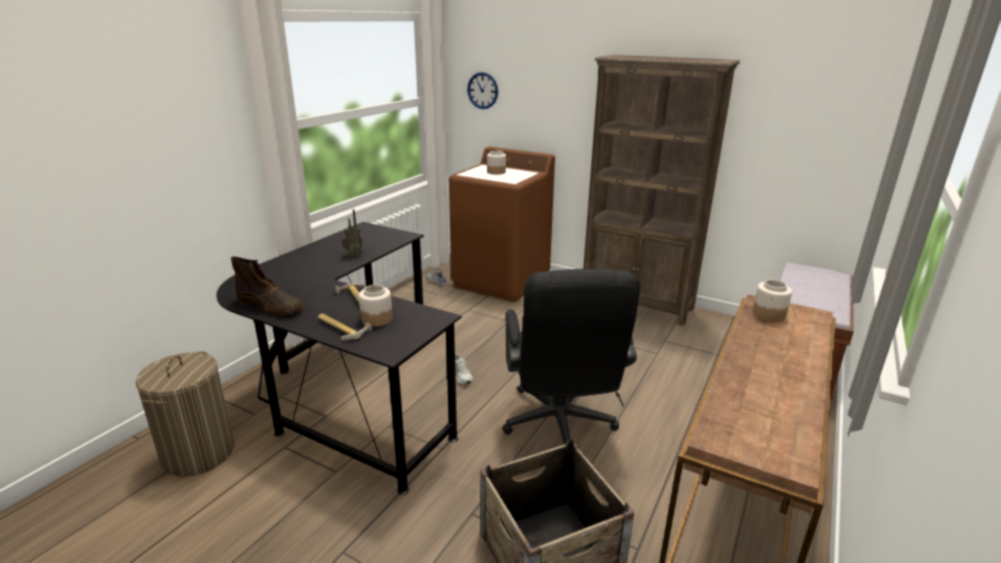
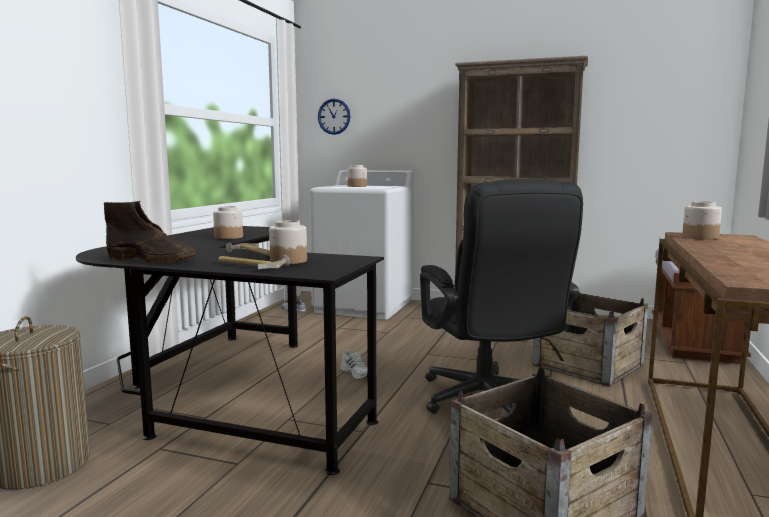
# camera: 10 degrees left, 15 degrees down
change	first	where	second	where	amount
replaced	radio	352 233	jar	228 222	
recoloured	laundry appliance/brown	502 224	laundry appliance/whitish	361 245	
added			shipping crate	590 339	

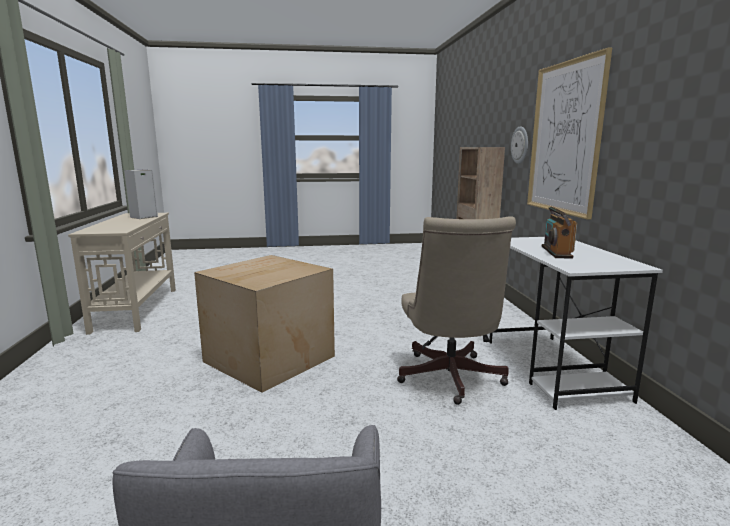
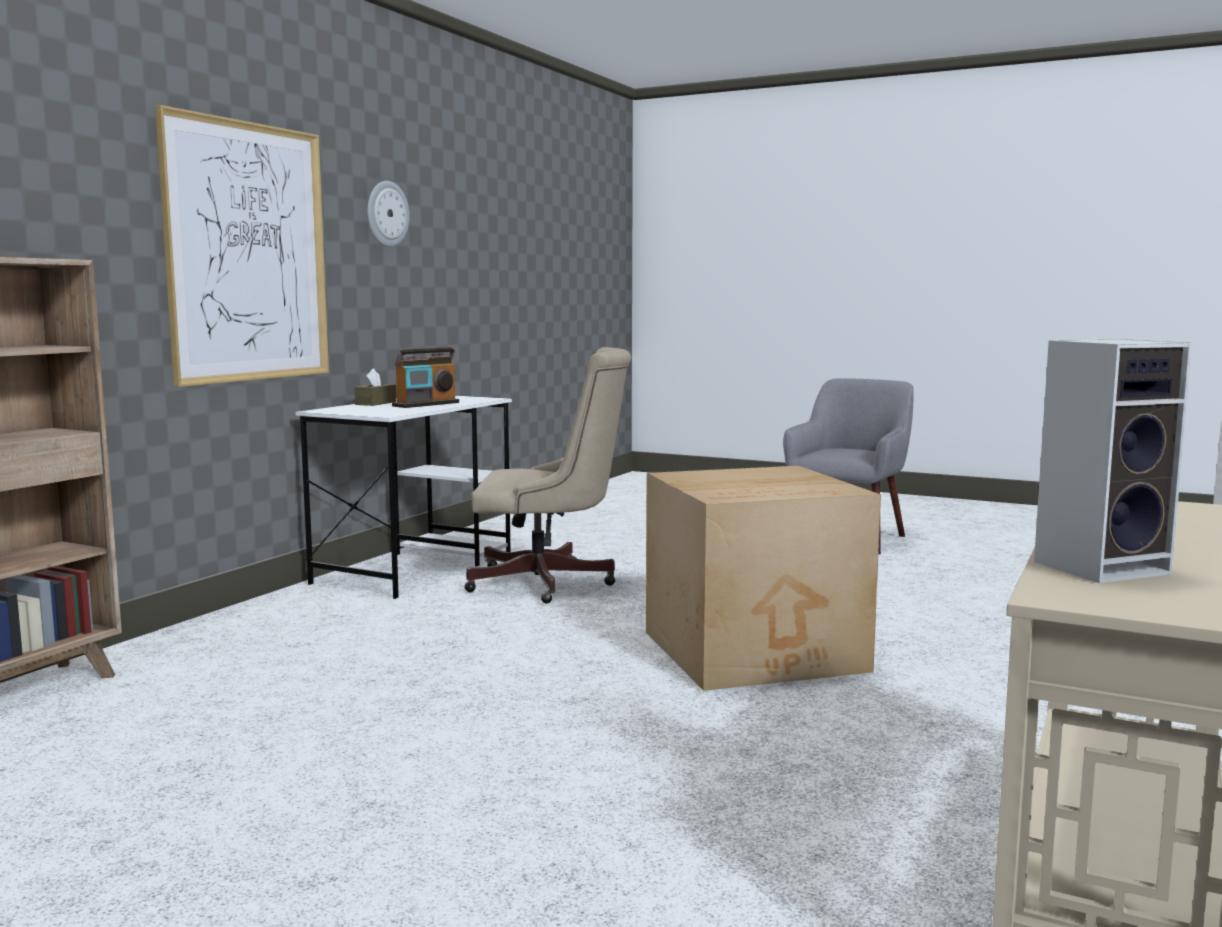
# camera: 145 degrees left, 5 degrees down
change	first	where	second	where	amount
turned	office chair/beige	456 310		547 475	60 degrees clockwise
moved	wall clock	519 145		388 214	
added			tissue holder/brown	376 387	

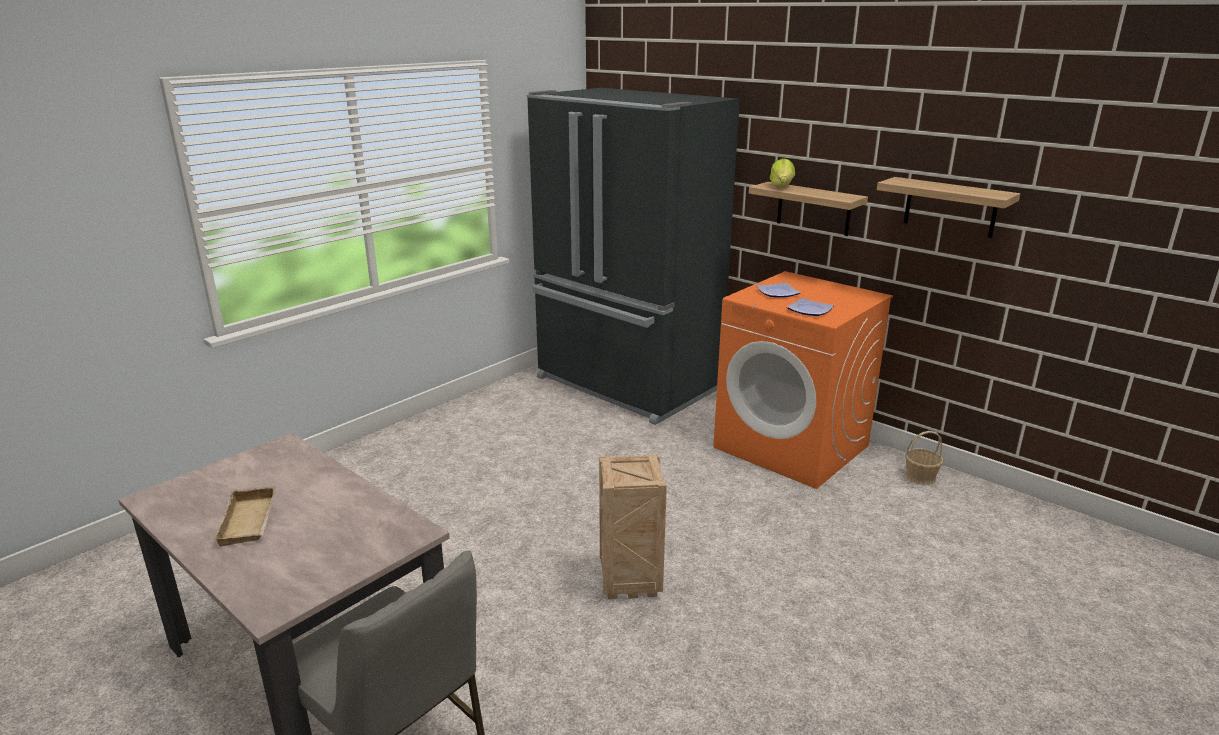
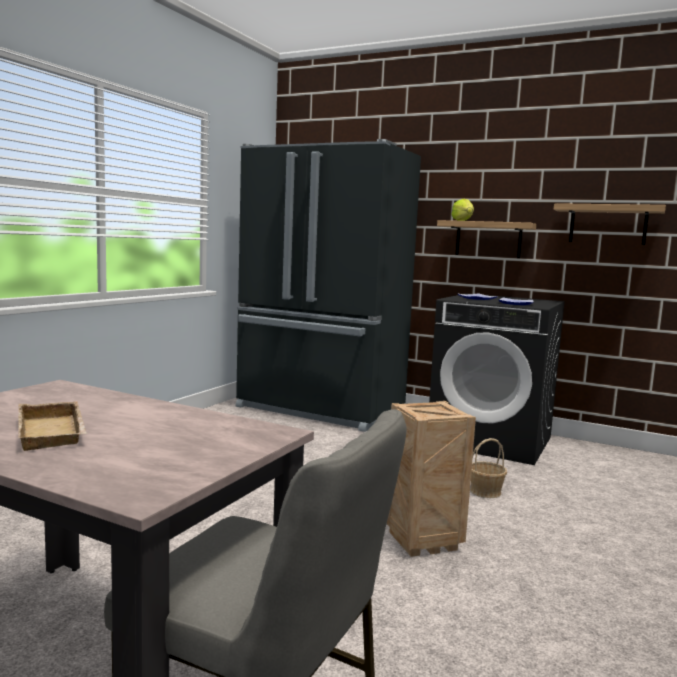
# camera: 15 degrees left, 15 degrees down
change	first	where	second	where	amount
recoloured	laundry appliance/orange-coloured	803 380	laundry appliance/black-coloured	497 380	
moved	storage basket	924 458		488 468	

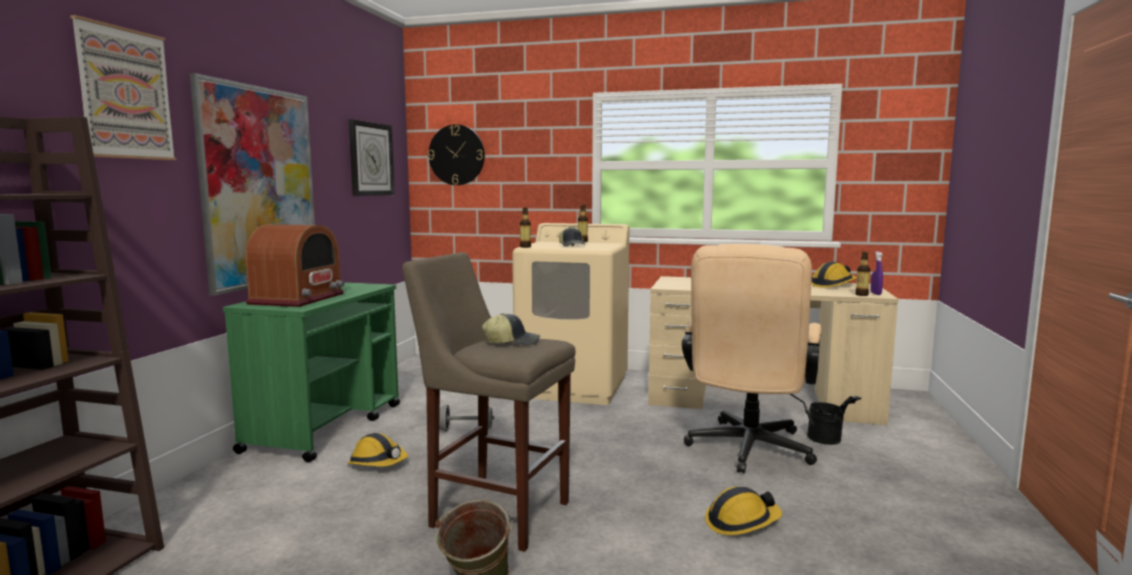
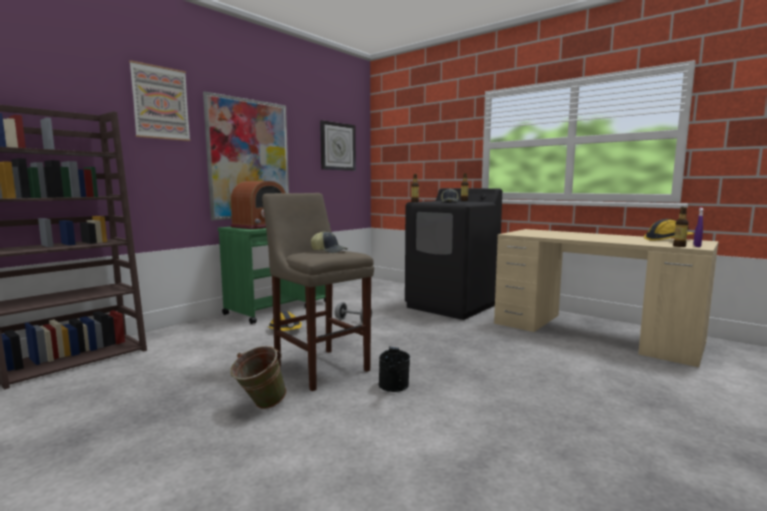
# camera: 25 degrees right, 0 degrees up
change	first	where	second	where	amount
removed	wall clock	456 154			
recoloured	laundry appliance/beige	570 314	laundry appliance/black-coloured	453 254	
removed	office chair/beige	752 359			
removed	work helmet	743 510			
moved	water bucket/black-coloured	834 420		394 369	

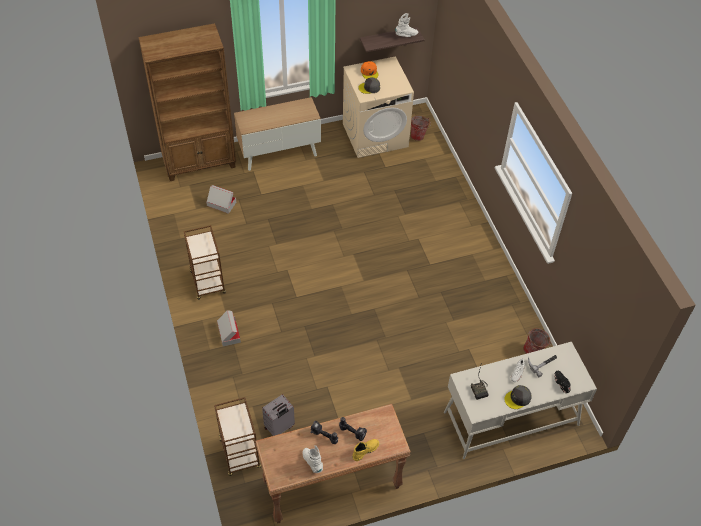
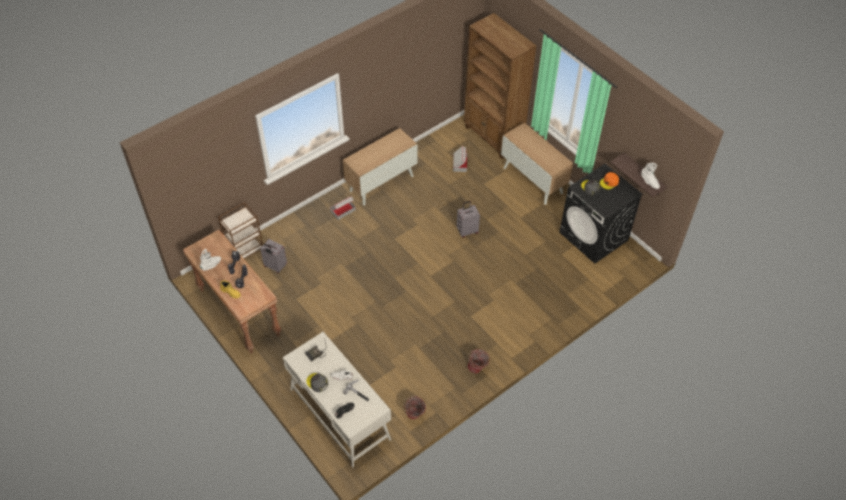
# camera: 70 degrees right, 0 degrees up
change	first	where	second	where	amount
replaced	trolley/brown	205 262	cabinet	380 167	
recoloured	laundry appliance/beige	378 107	laundry appliance/black-coloured	601 214	
moved	water bucket	421 128		479 361	
added			piece of luggage/gray	468 219	

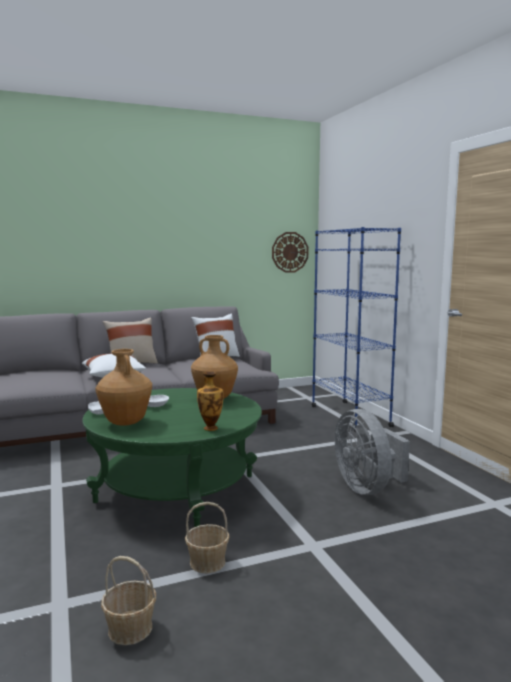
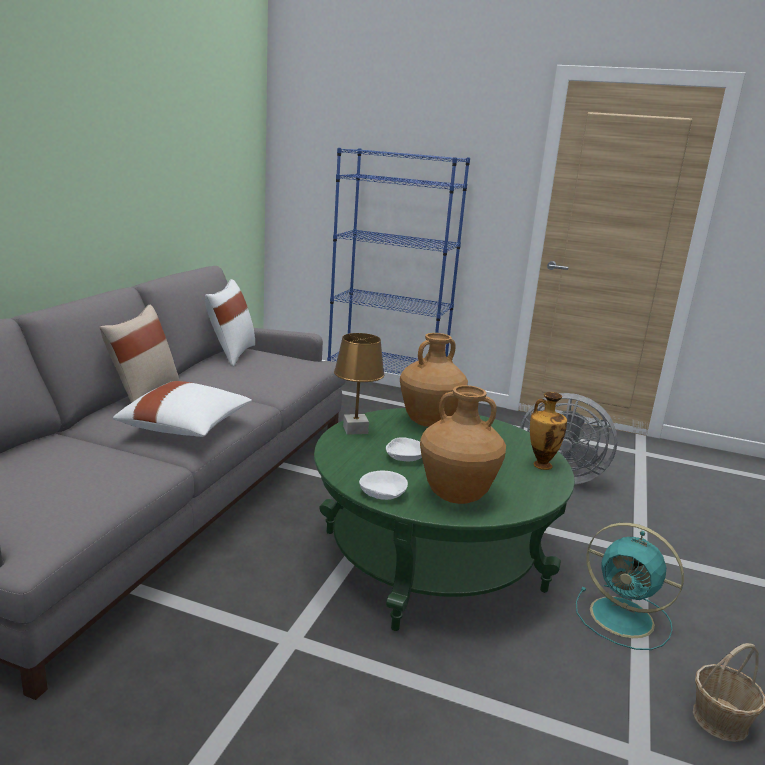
# camera: 50 degrees left, 10 degrees up
change	first	where	second	where	amount
replaced	storage basket	207 537	electric fan/turquoise	630 586	
removed	wall clock	290 252			
added			lamp for a table/brown	359 384	

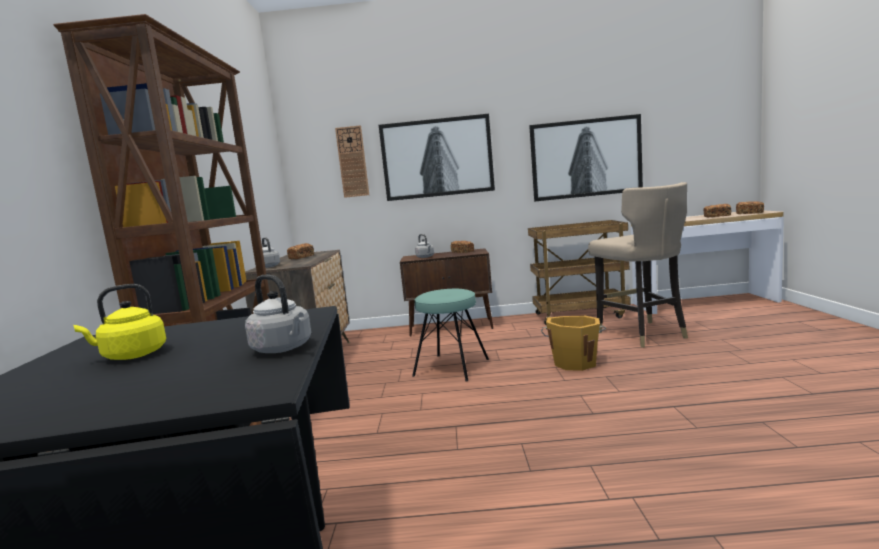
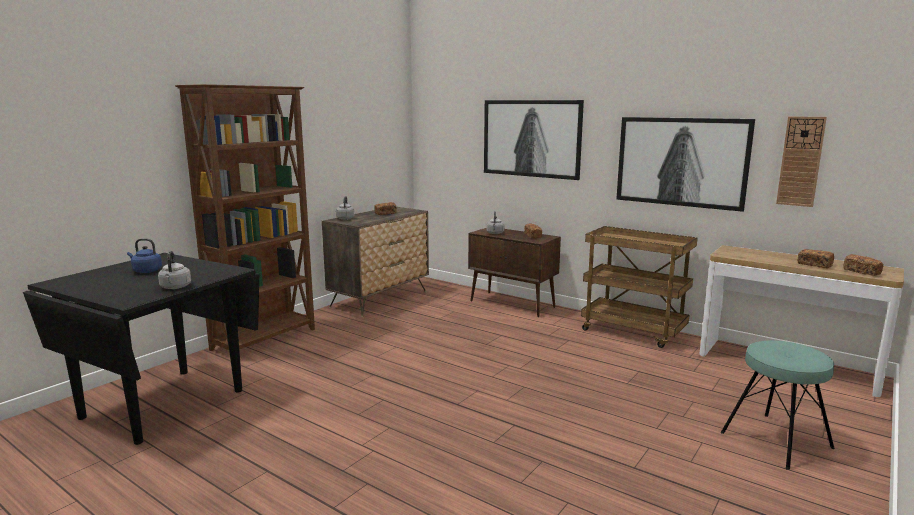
# camera: 35 degrees right, 5 degrees up
change	first	where	second	where	amount
recoloured	tea kettle/yellow-coloured	119 322	tea kettle/blue	144 255	
moved	wall clock	352 161		801 161	
moved	stool/turquoise	450 335		778 405	
removed	water bucket/orange-coloured	574 343			
removed	stool/beige	638 265			

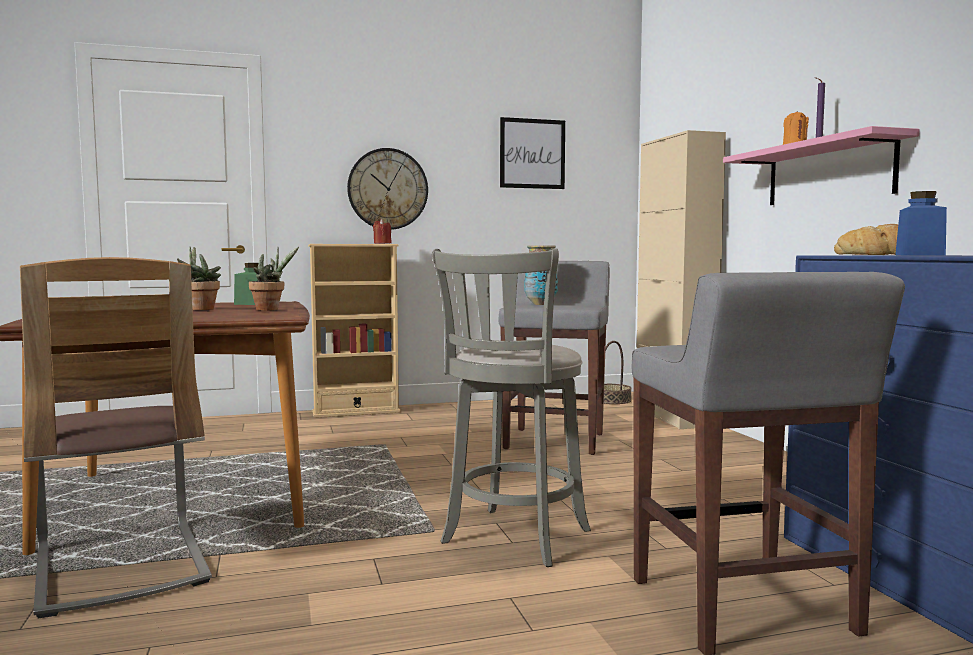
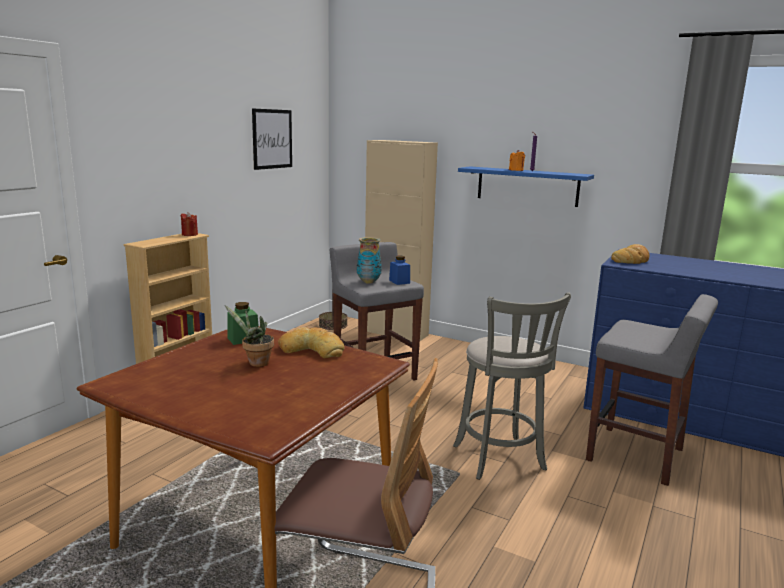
# camera: 45 degrees left, 10 degrees up
change	first	where	second	where	amount
replaced	houseplant	274 278	baked bread	311 342	
removed	wall clock	387 189			
recoloured	shelf/pinkish	821 165	shelf/blue	526 186	
moved	jar/blue	921 223		399 270	

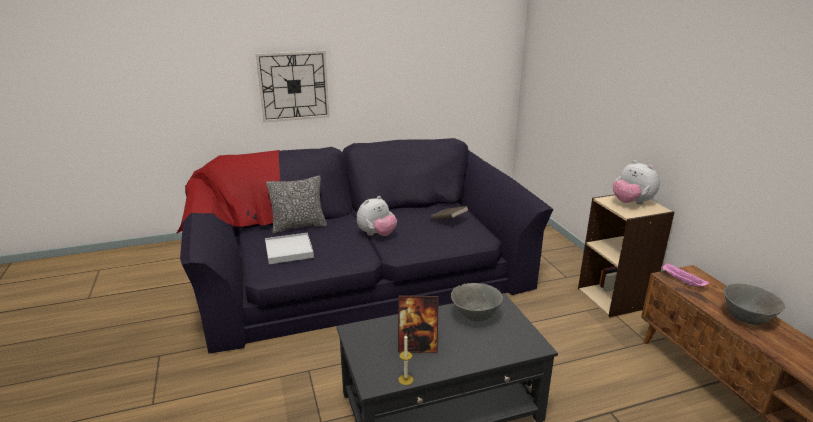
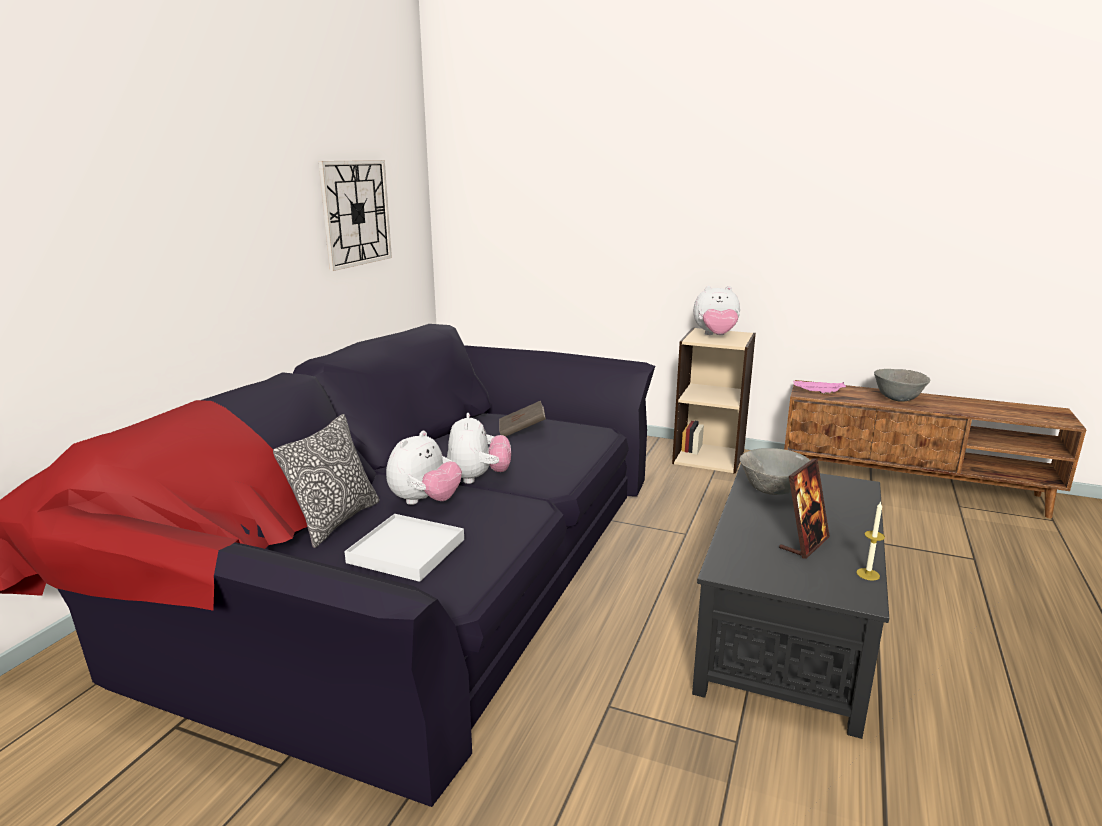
# camera: 50 degrees left, 5 degrees down
change	first	where	second	where	amount
moved	wall clock	292 87		355 215	
added			cuddly toy	424 468	

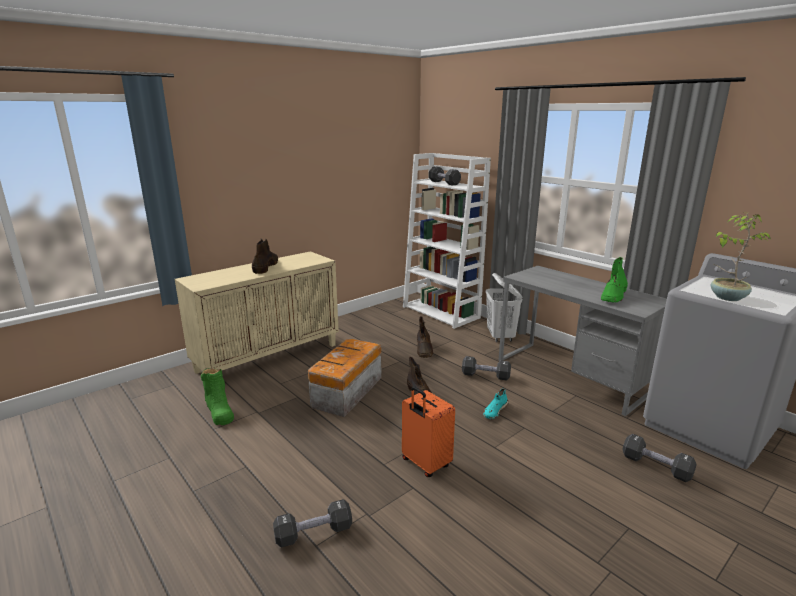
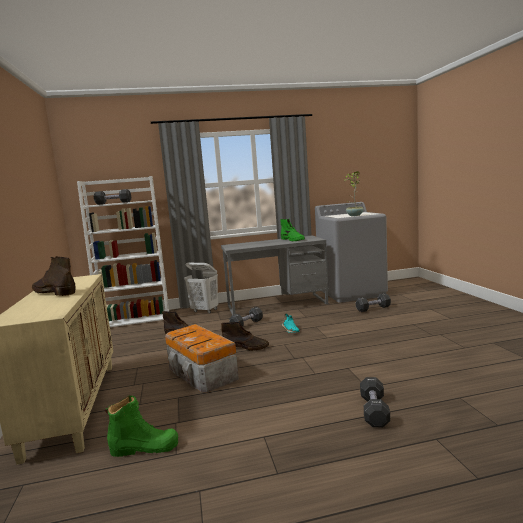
# camera: 60 degrees left, 10 degrees down
change	first	where	second	where	amount
removed	piece of luggage/orange-coloured	428 431			

